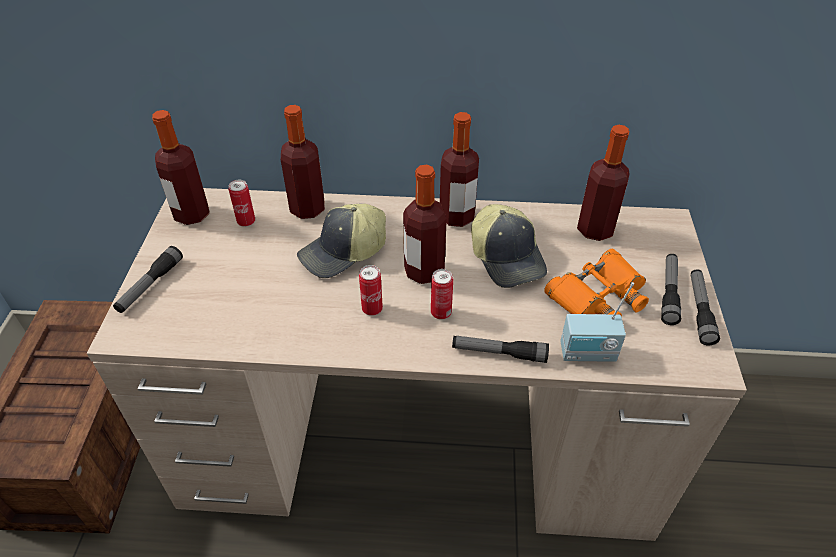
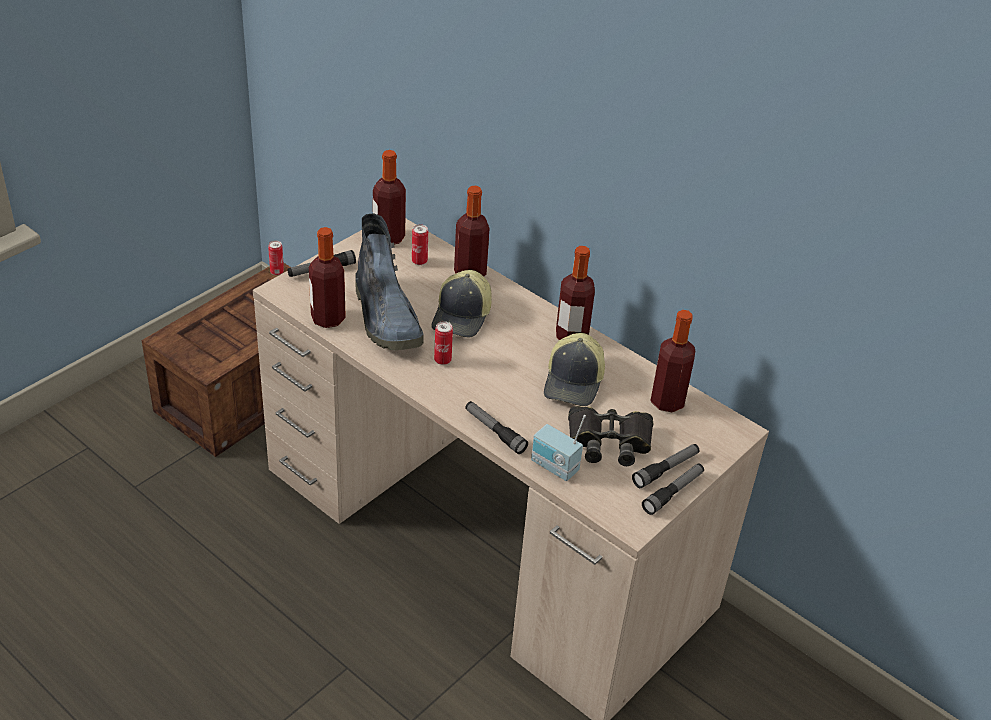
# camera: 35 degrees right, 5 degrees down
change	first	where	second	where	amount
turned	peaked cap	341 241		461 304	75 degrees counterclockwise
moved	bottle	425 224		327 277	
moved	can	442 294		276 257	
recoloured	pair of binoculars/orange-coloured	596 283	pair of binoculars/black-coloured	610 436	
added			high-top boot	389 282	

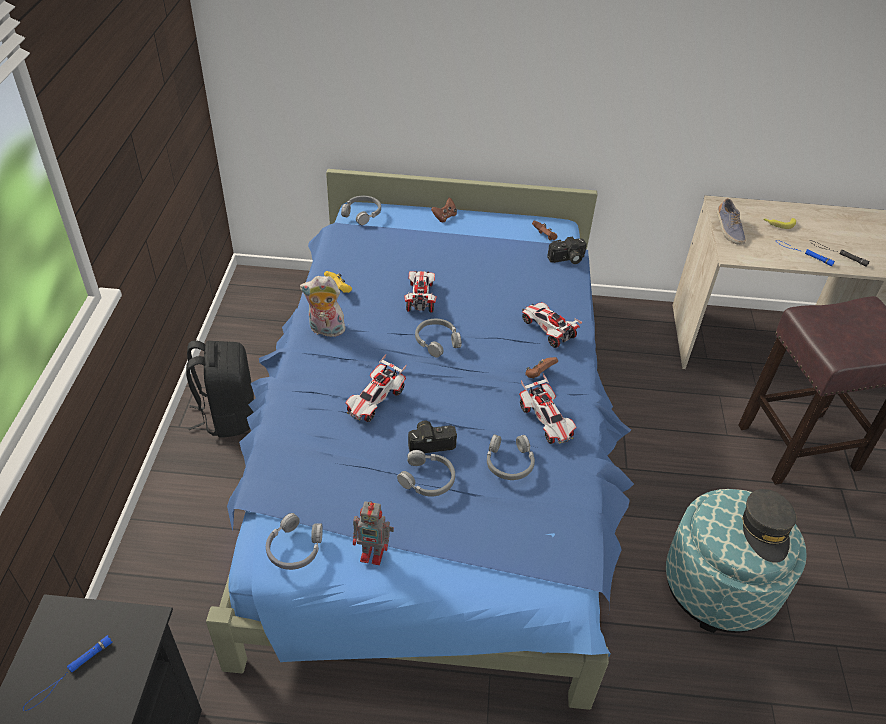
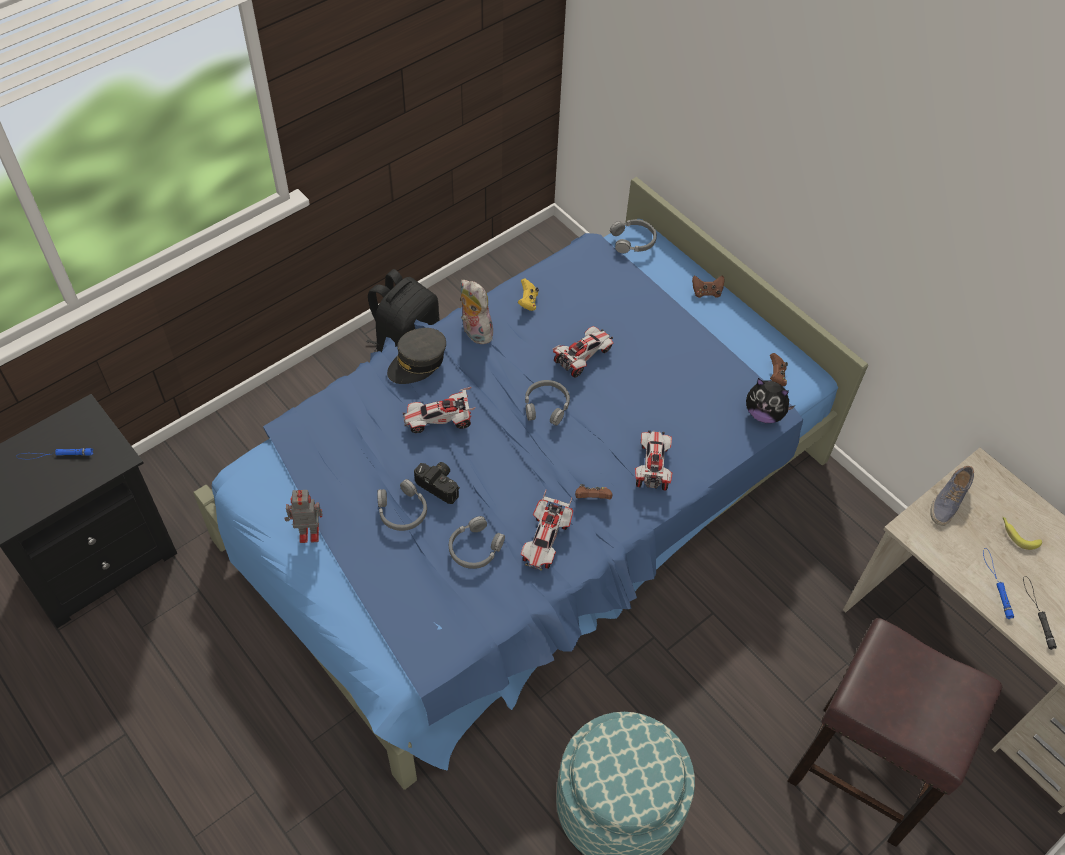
# camera: 45 degrees right, 10 degrees up
change	first	where	second	where	amount
removed	headset/gray	294 541			
turned	robot figure	373 533		303 516	120 degrees clockwise
replaced	photo camera	567 250	cuddly toy	770 400	
moved	peaked cap/gray	769 526		416 356	

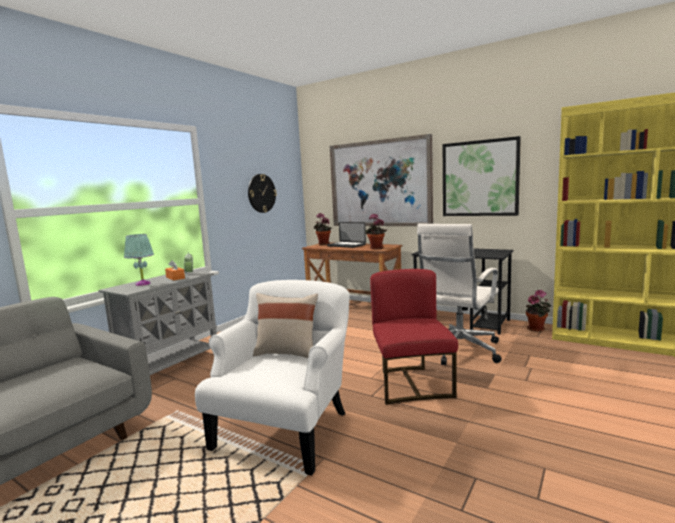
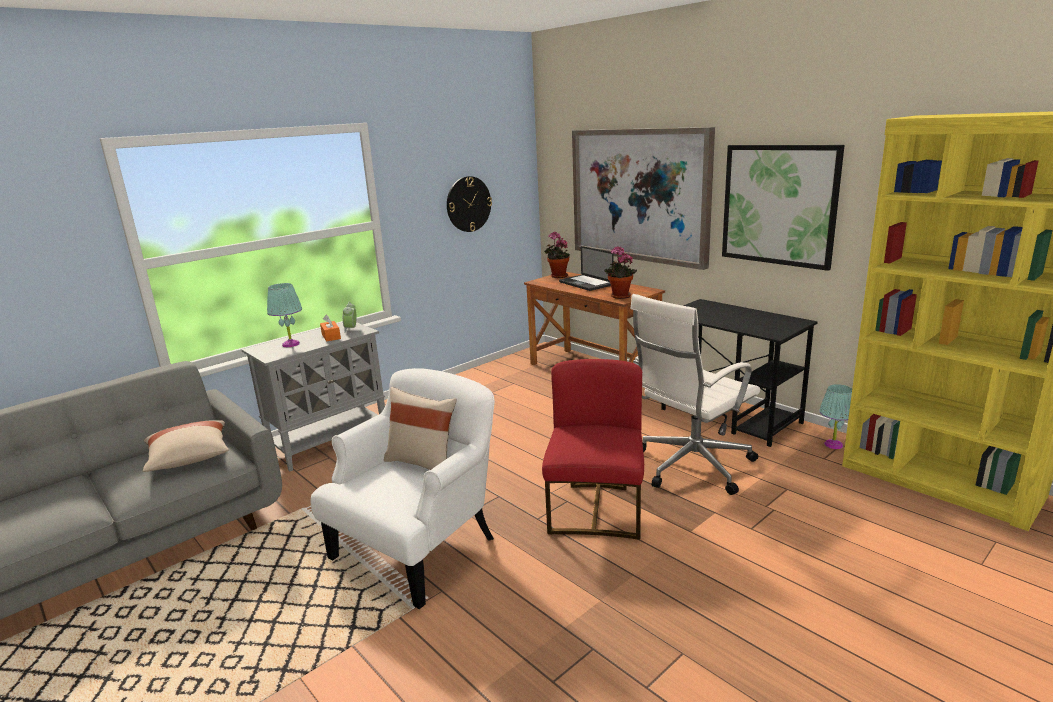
# camera: 15 degrees right, 10 degrees up
change	first	where	second	where	amount
replaced	houseplant	538 311	lamp for a table/turquoise	835 416	
added			cushion/beige	186 446	

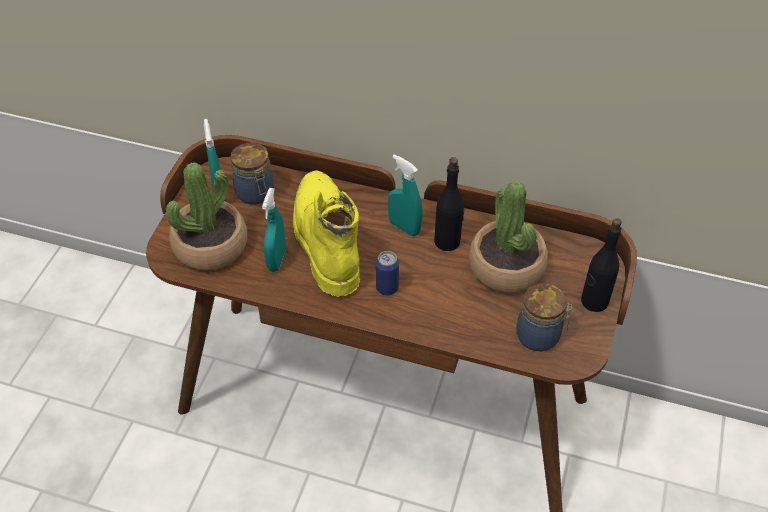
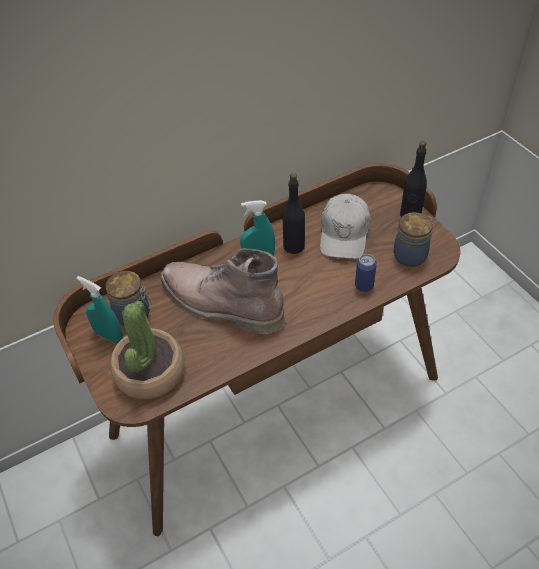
# camera: 45 degrees left, 0 degrees up
change	first	where	second	where	amount
removed	spray bottle/turquoise	274 230			
recoloured	high-top boot/yellow-coloured	326 233	high-top boot/brown	223 291	
moved	can	387 273		366 273	
replaced	houseplant	508 237	peaked cap/whitish	345 226	

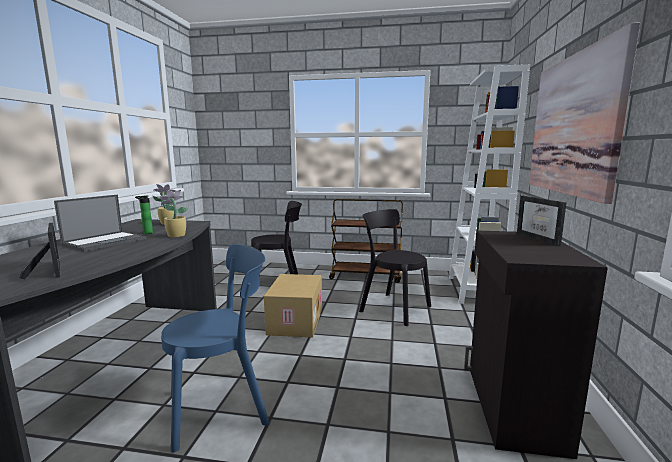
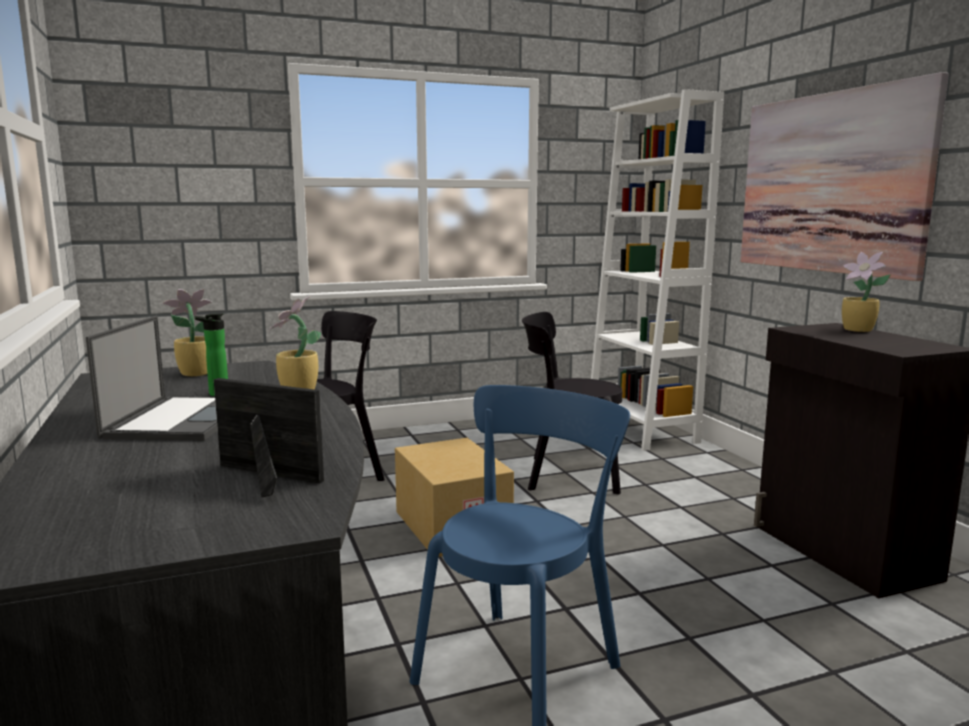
# camera: 30 degrees left, 0 degrees up
change	first	where	second	where	amount
removed	trolley/brown	366 241			
replaced	standing frame	541 221	houseplant	866 292	

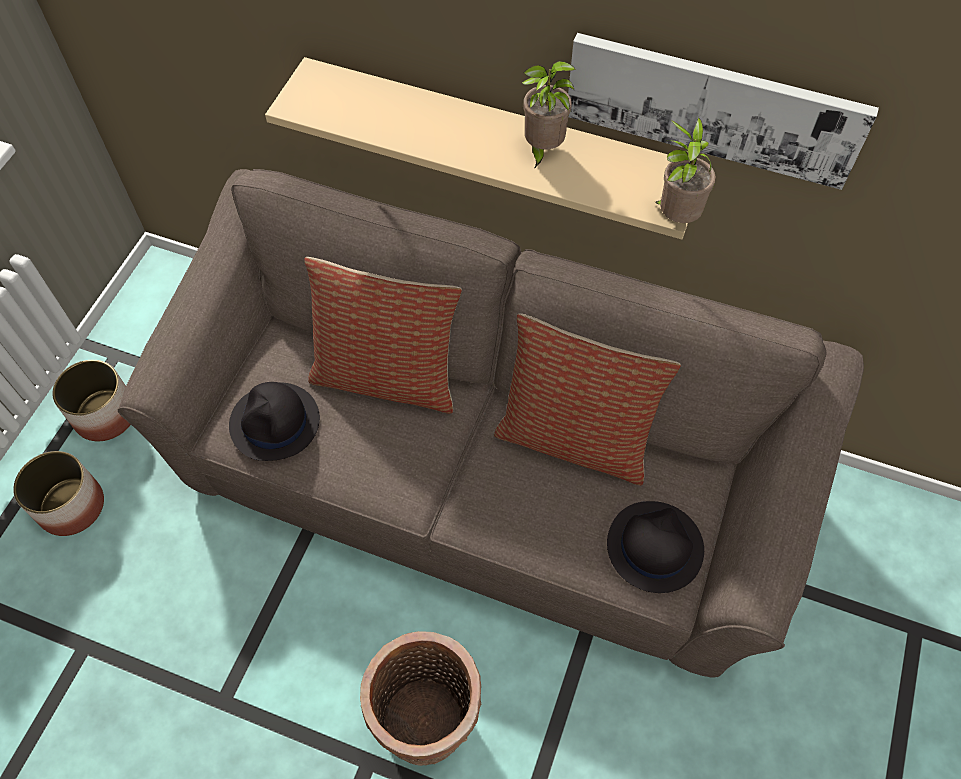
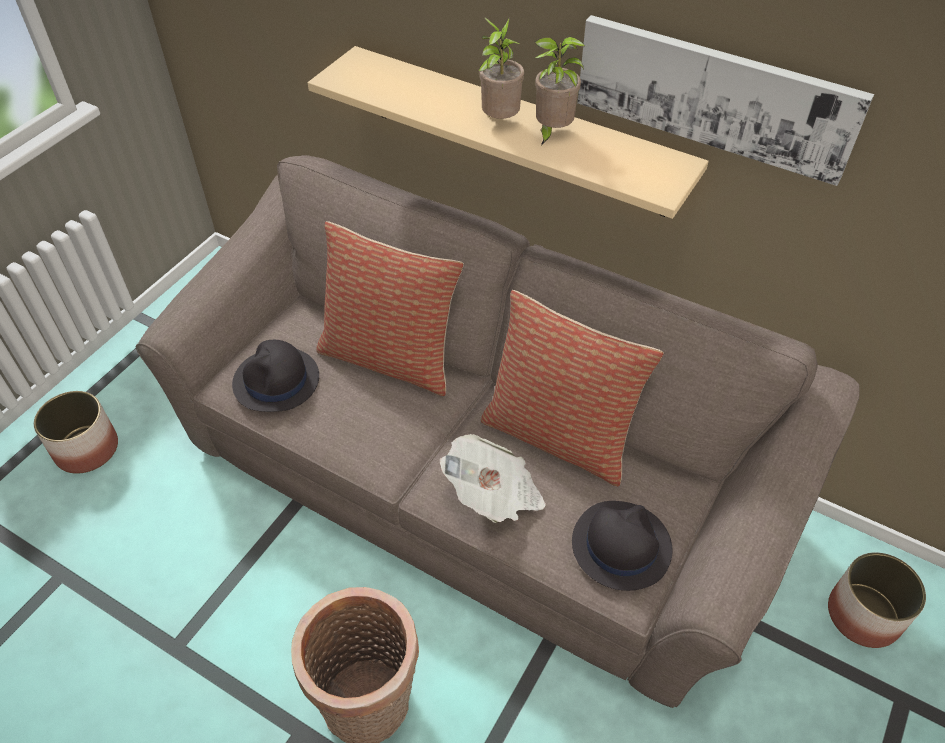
# camera: 10 degrees right, 10 degrees down
change	first	where	second	where	amount
moved	flower pot	91 400		877 600	
moved	houseplant	685 170		501 68	
added			newspaper	493 478	

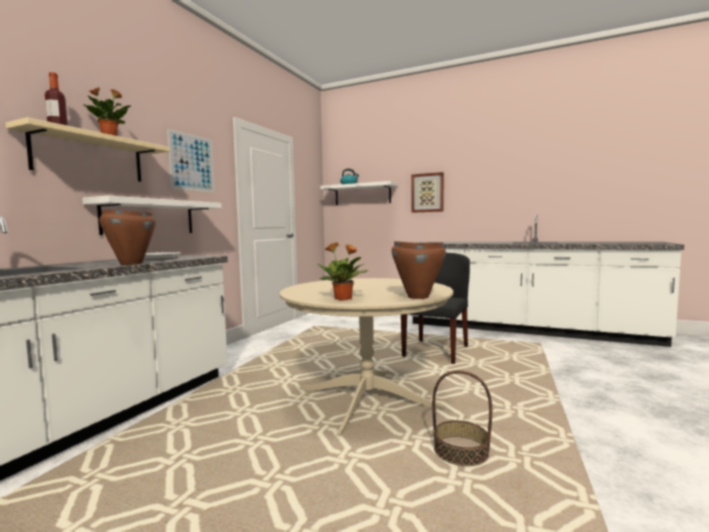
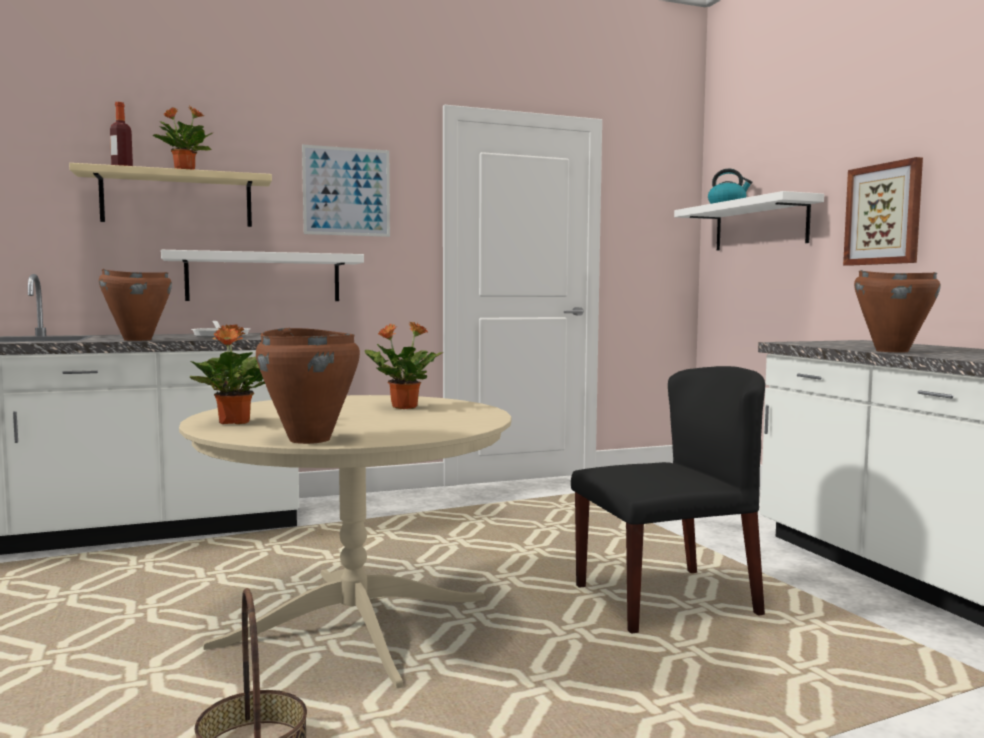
# camera: 45 degrees right, 0 degrees up
change	first	where	second	where	amount
added			houseplant	404 365	
added			stockpot/brown	897 311	

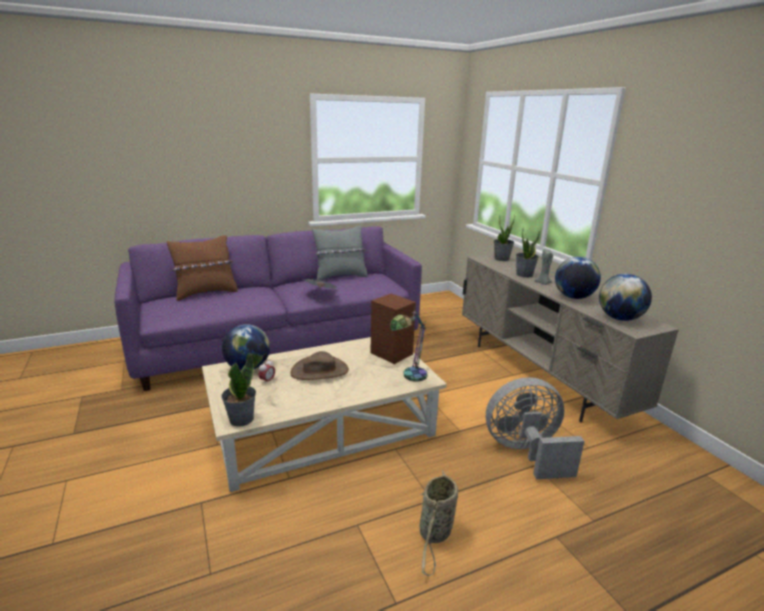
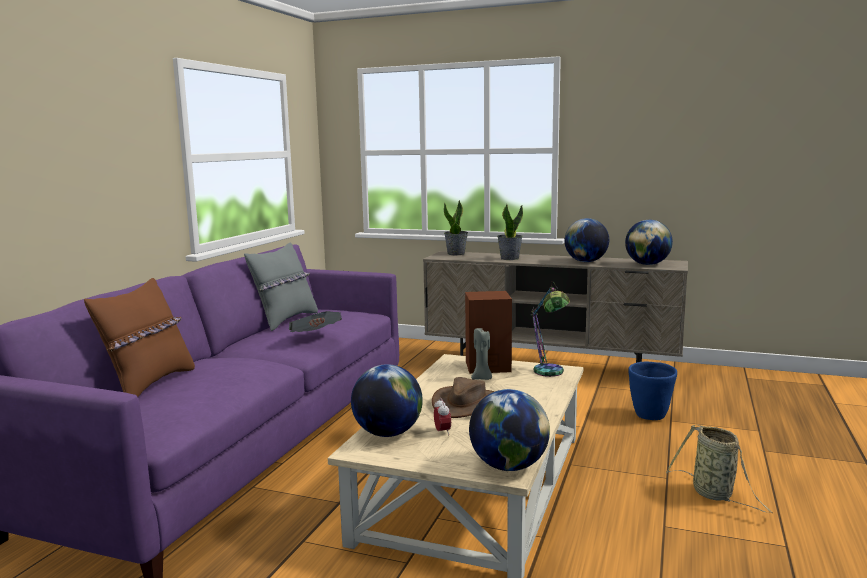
# camera: 45 degrees left, 10 degrees down
change	first	where	second	where	amount
replaced	houseplant	238 390	world globe	509 430	
replaced	electric fan/gray	535 428	flower pot/blue	652 391	
moved	wax candle/gray	544 267		481 354	

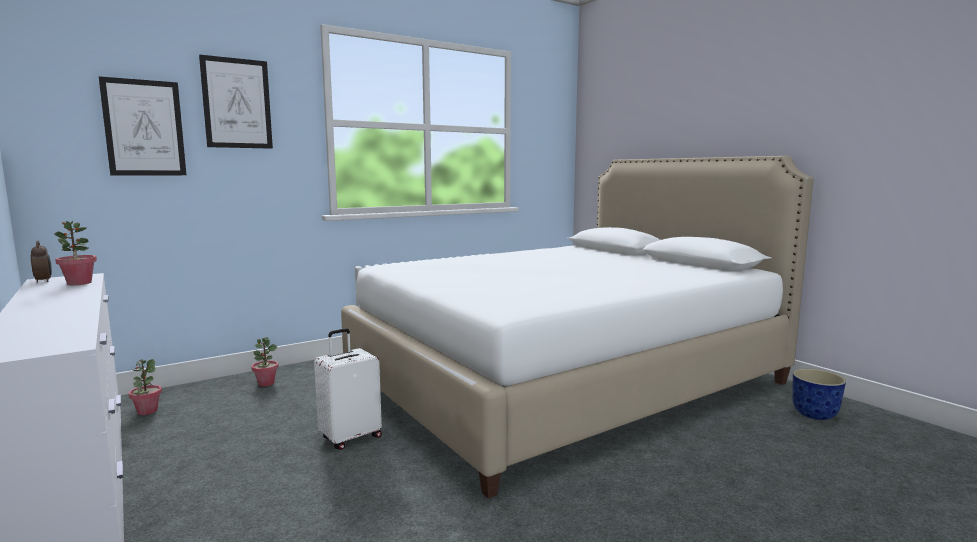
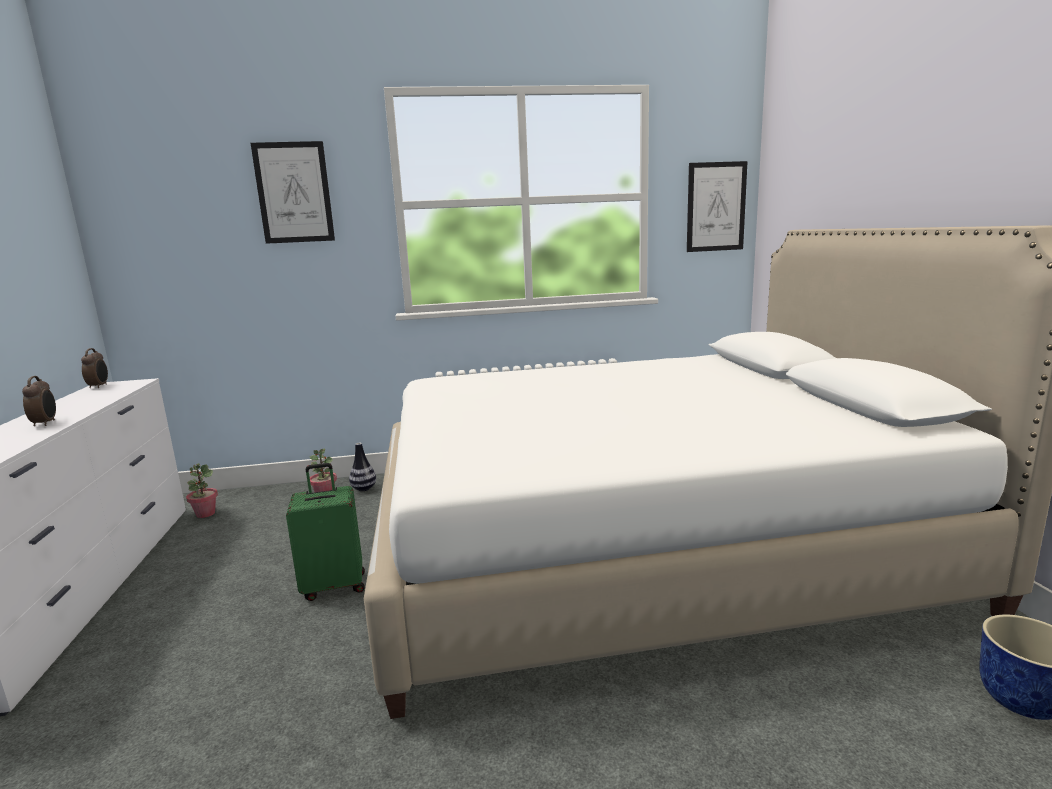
# camera: 25 degrees right, 5 degrees up
change	first	where	second	where	amount
removed	houseplant	75 253			
moved	wall picture	142 126		717 206	
recoloured	piece of luggage/whitish	348 389	piece of luggage/green	325 532	
added			alarm clock	39 401	
added			decorative vase	362 467	

